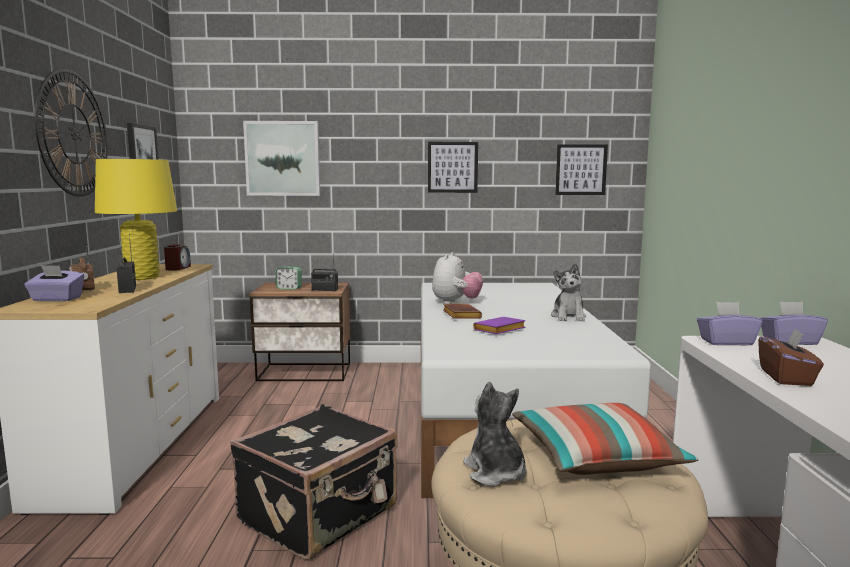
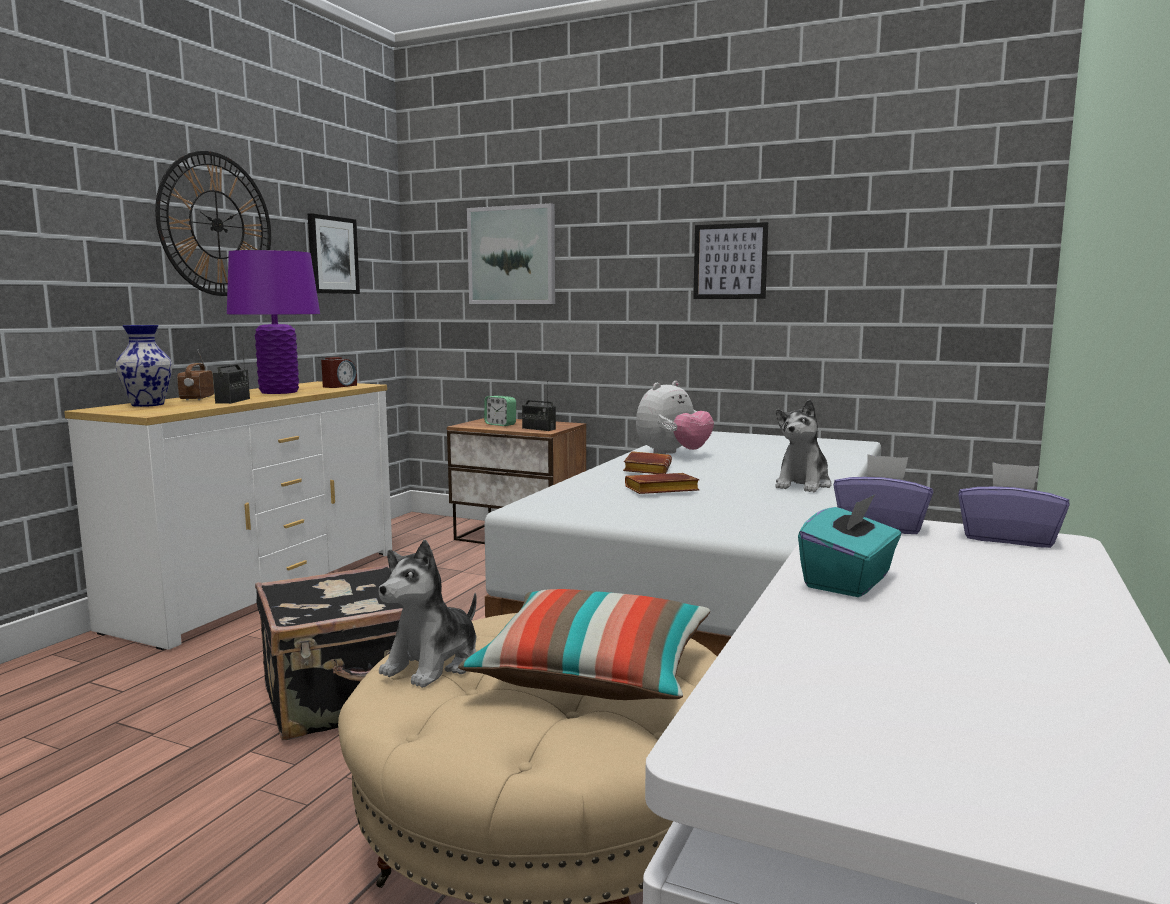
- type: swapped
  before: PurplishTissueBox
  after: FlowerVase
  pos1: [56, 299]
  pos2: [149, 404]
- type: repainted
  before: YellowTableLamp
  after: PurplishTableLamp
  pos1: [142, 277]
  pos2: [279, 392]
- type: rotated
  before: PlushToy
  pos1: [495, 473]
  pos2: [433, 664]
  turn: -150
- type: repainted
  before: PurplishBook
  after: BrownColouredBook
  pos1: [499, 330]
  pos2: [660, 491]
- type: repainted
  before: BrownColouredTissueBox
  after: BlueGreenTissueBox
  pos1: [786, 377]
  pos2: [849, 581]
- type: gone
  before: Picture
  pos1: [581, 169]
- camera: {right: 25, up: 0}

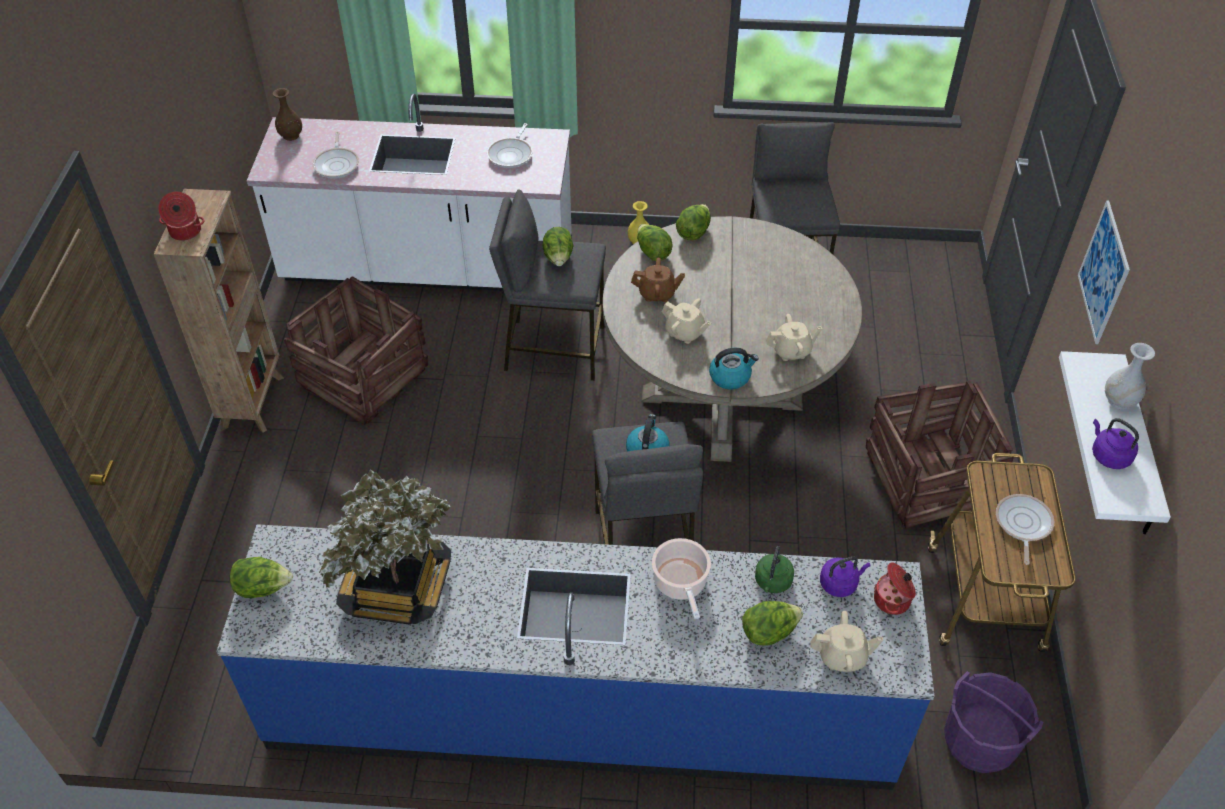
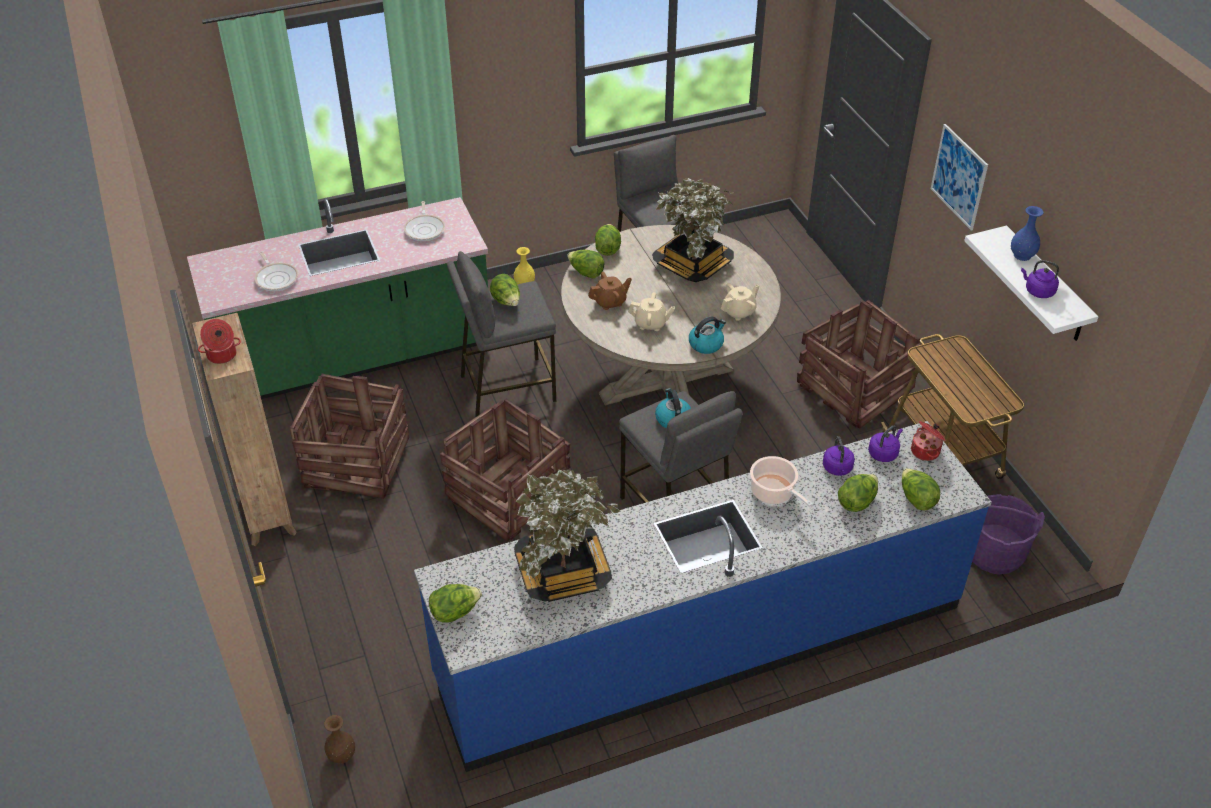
- type: repainted
  before: WhiteKitchenCounter
  after: GreenishKitchenCounter
  pos1: [428, 268]
  pos2: [356, 358]
- type: shifted
  before: BrownColouredFlowerVase
  pos1: [290, 135]
  pos2: [341, 755]
- type: new
  after: PackingCrate
  pos2: [507, 496]
- type: new
  after: PlantInAPot
  pos2: [693, 265]
- type: repainted
  before: GreenishWaterKettle
  after: PurplishWaterKettle
  pos1: [772, 582]
  pos2: [837, 469]
- type: swapped
  before: SandColouredTeapot
  after: LettuceHead
  pos1: [842, 656]
  pos2: [916, 499]
- type: repainted
  before: WhiteFlowerVase
  after: BluishFlowerVase
  pos1: [1119, 401]
  pos2: [1022, 255]
- type: gone
  before: Skillet
  pos1: [1022, 524]
- camera: {right: -25, up: -5}

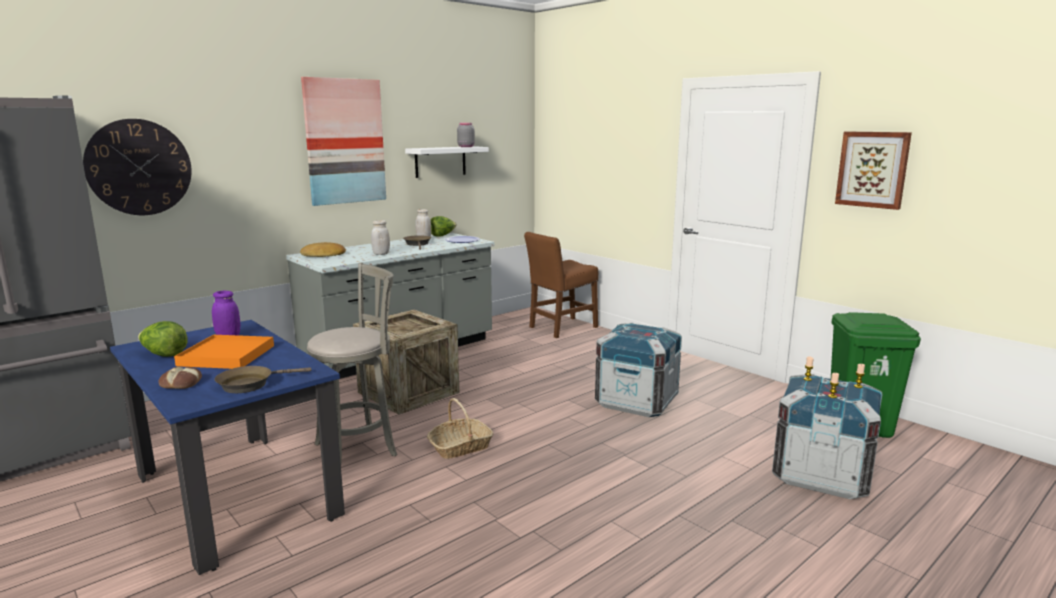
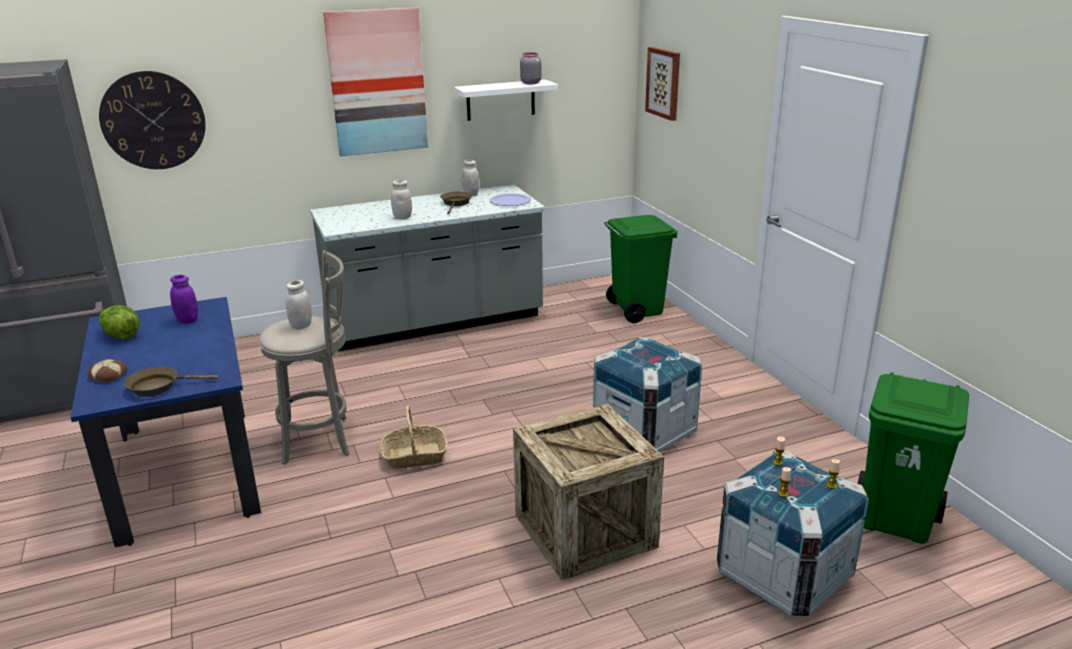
- type: new
  after: WhitePreserveJar
  pos2: [301, 326]
- type: shifted
  before: PackingCrate
  pos1: [408, 392]
  pos2: [585, 531]
- type: swapped
  before: BrownColouredUprightChair
  after: GreenishTrashCan
  pos1: [561, 328]
  pos2: [636, 310]
- type: shifted
  before: Picture
  pos1: [872, 169]
  pos2: [664, 83]
- type: gone
  before: OrangeyCarryingTray
  pos1: [227, 355]
- type: gone
  before: BakedBread
  pos1: [324, 255]
- type: gone
  before: LettuceHead
  pos1: [442, 235]
- camera: {right: 20, up: 10}

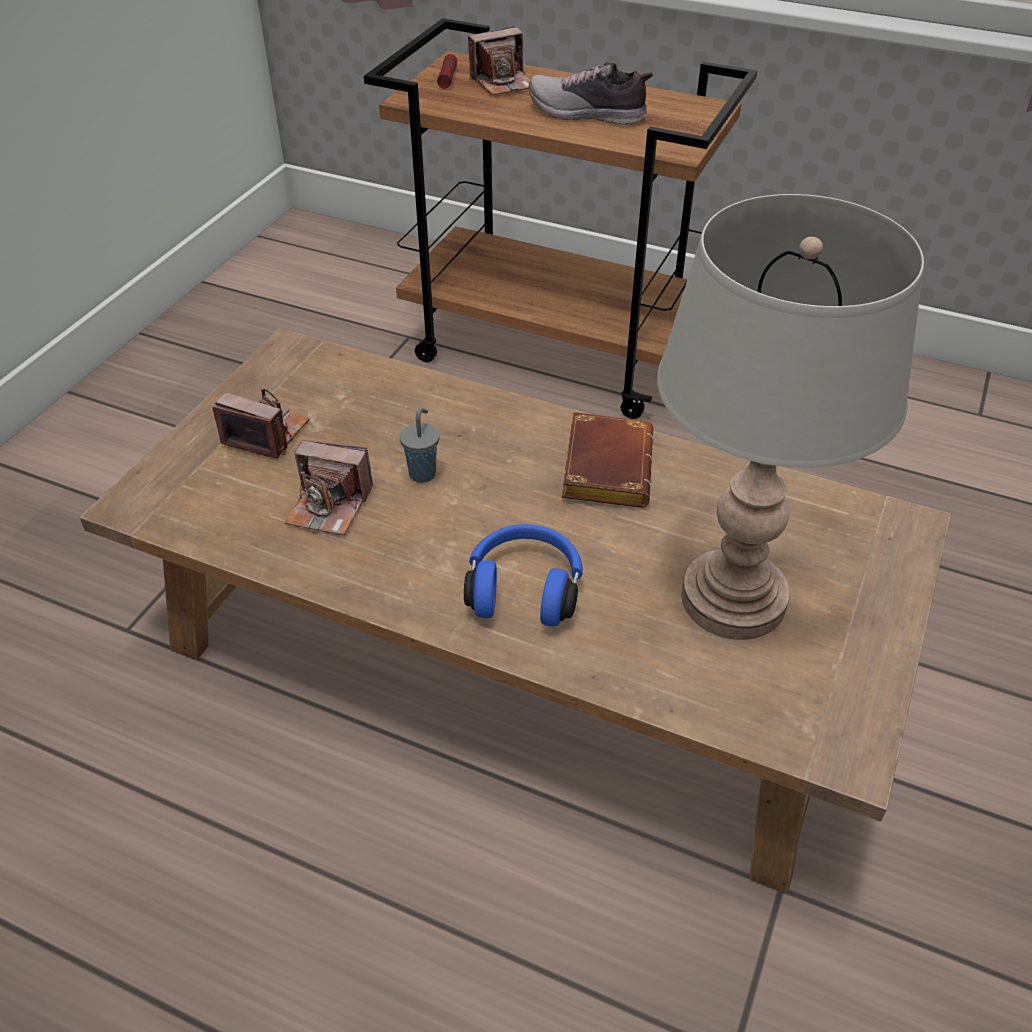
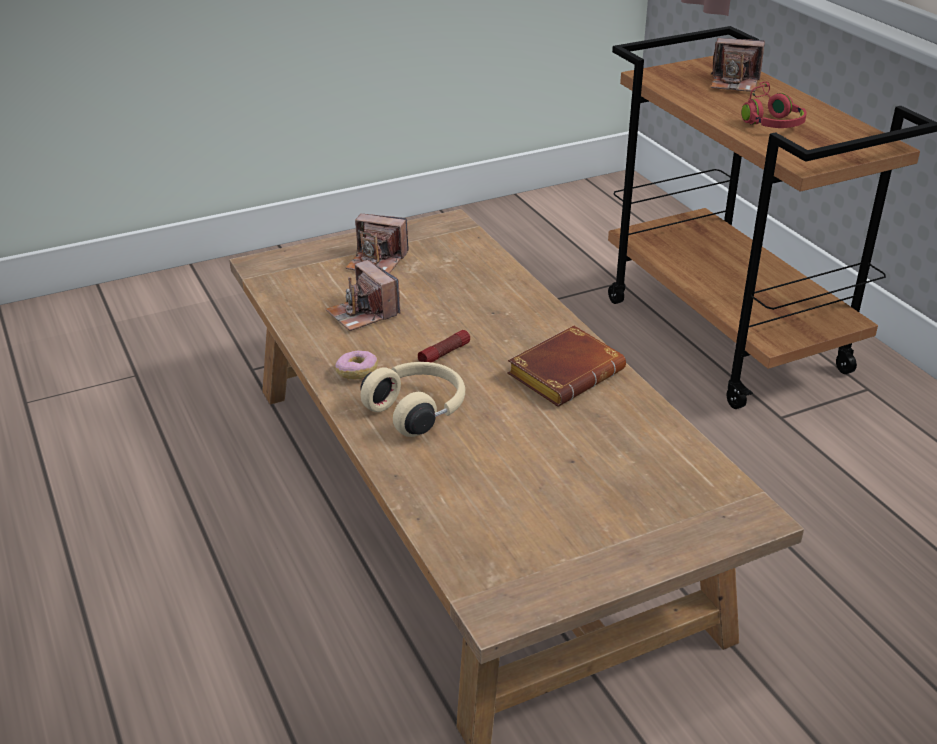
- type: new
  after: RingDoughnut
  pos2: [357, 373]
- type: rotated
  before: PhotoCamera
  pos1: [266, 434]
  pos2: [377, 261]
  turn: 135
- type: repainted
  before: BluishHeadset
  after: SandColouredHeadset
  pos1: [524, 588]
  pos2: [418, 410]
- type: shifted
  before: HandTorch
  pos1: [447, 78]
  pos2: [444, 353]
- type: swapped
  before: LowShoe
  after: ReddishHeadset
  pos1: [587, 114]
  pos2: [769, 120]
- type: gone
  before: GreySmallCup
  pos1: [423, 473]
- type: gone
  before: GreyTableLamp
  pos1: [733, 600]
- camera: {right: 40, up: -10}

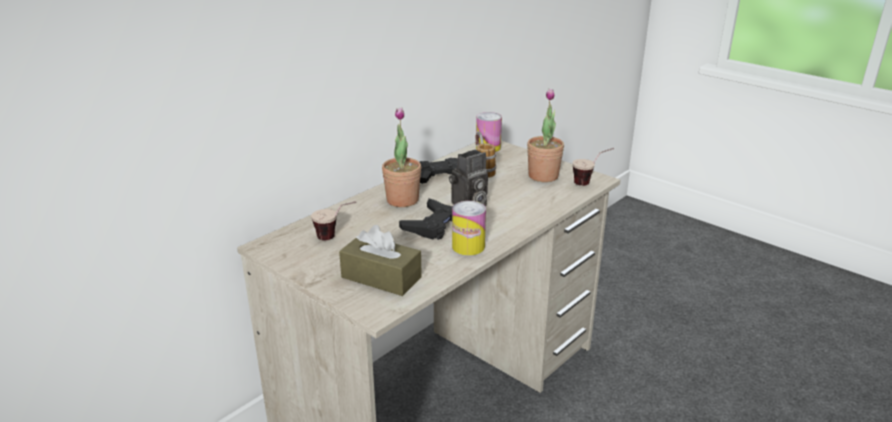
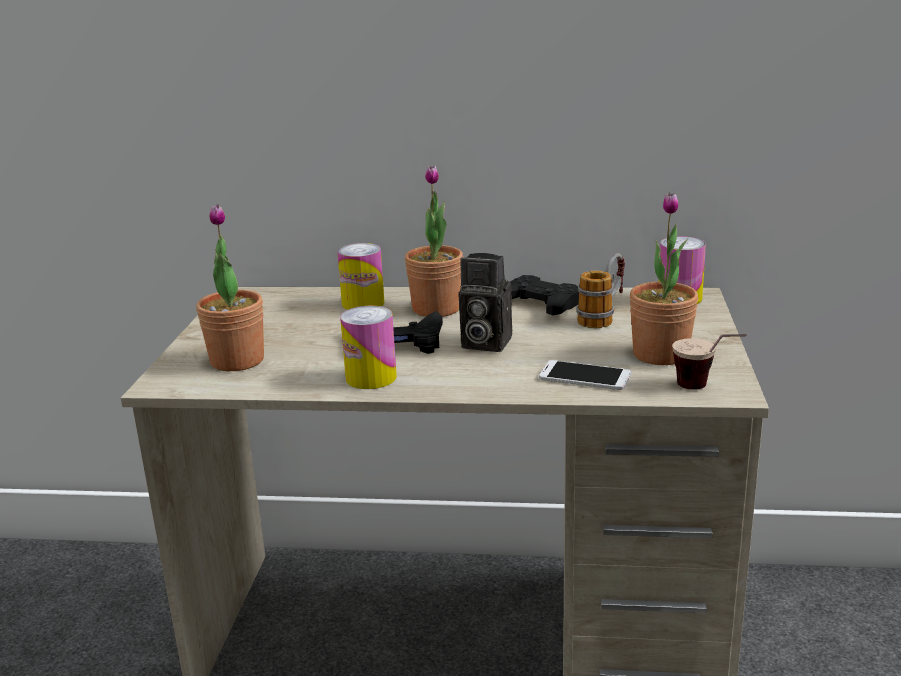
- type: swapped
  before: BrownColouredTissueBox
  after: PlantInAPot
  pos1: [381, 277]
  pos2: [237, 361]
- type: new
  after: SealedCan
  pos2: [363, 303]
- type: new
  after: Handset
  pos2: [585, 376]
- type: gone
  before: SmallCup
  pos1: [336, 237]
- camera: {right: 55, up: -5}

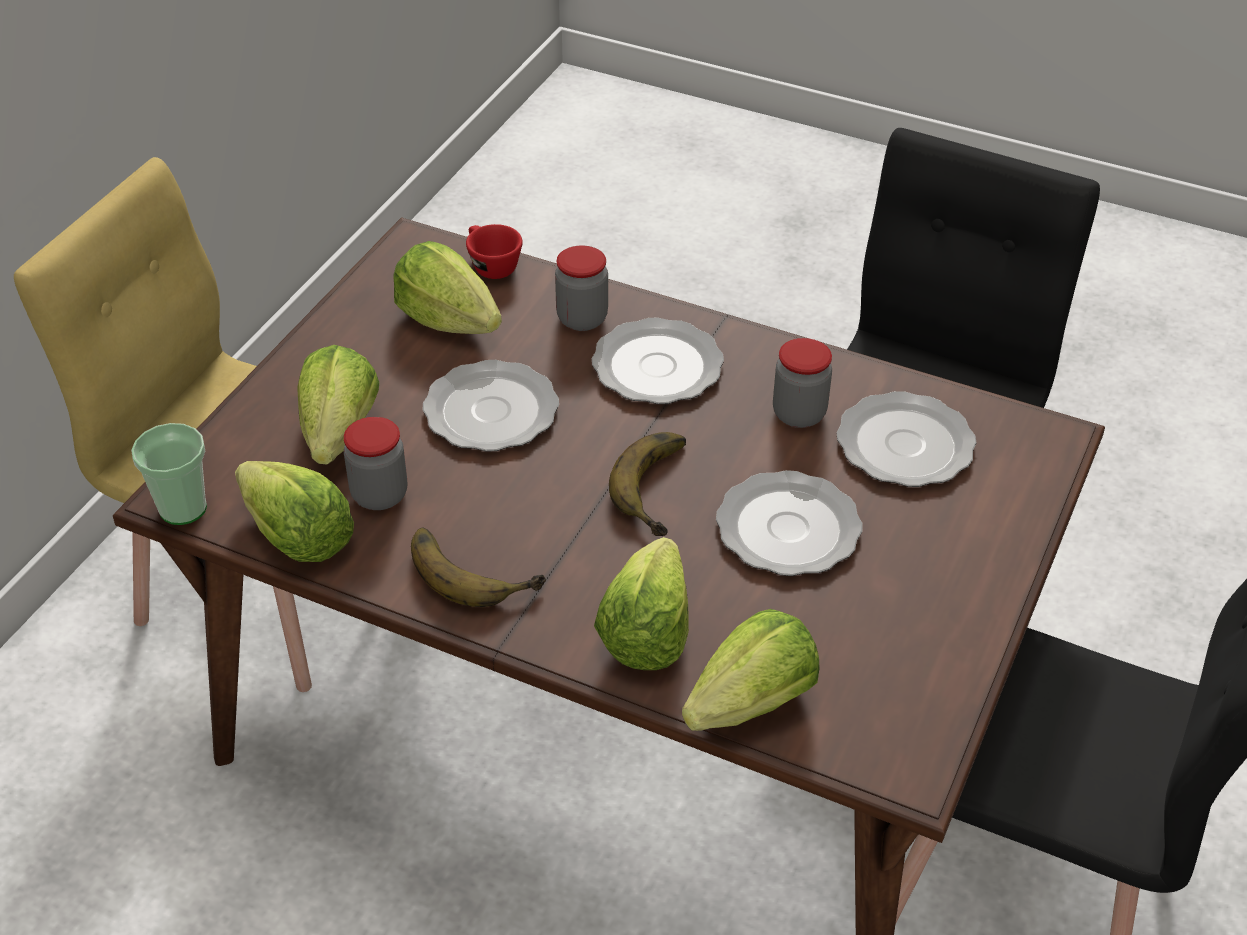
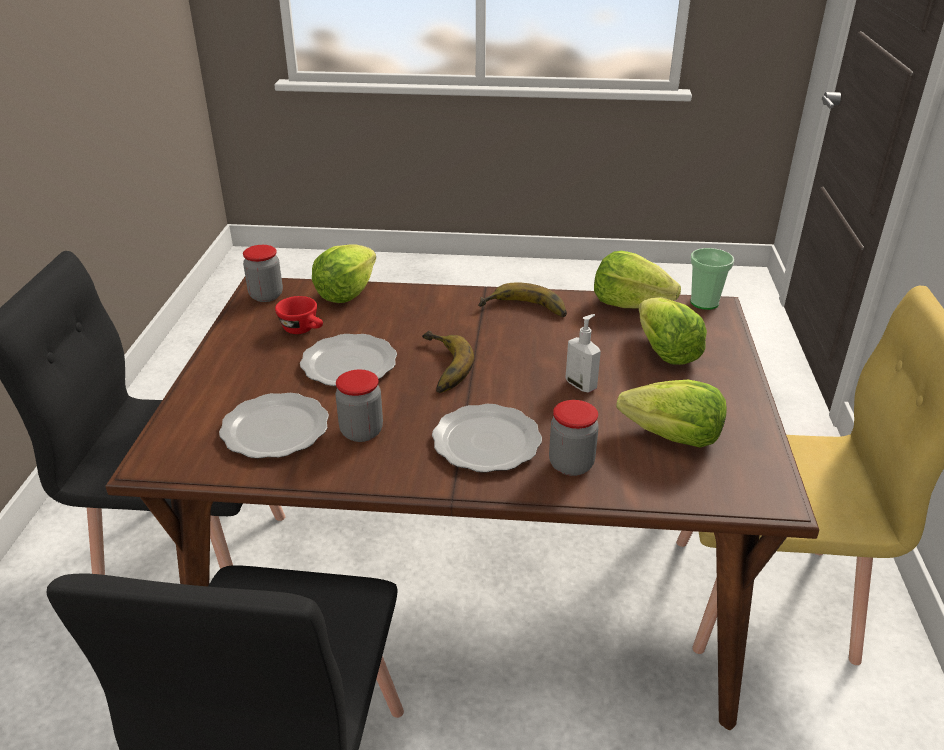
- type: shifted
  before: PreserveJar
  pos1: [379, 495]
  pos2: [266, 296]
- type: shifted
  before: ReddishSmallCup
  pos1: [490, 265]
  pos2: [303, 330]
- type: swapped
  before: DinnerPlate
  after: SoapDispenser
  pos1: [493, 411]
  pos2: [581, 385]
- type: gone
  before: LettuceHead
  pos1: [646, 632]
- camera: {right: 160, up: -10}

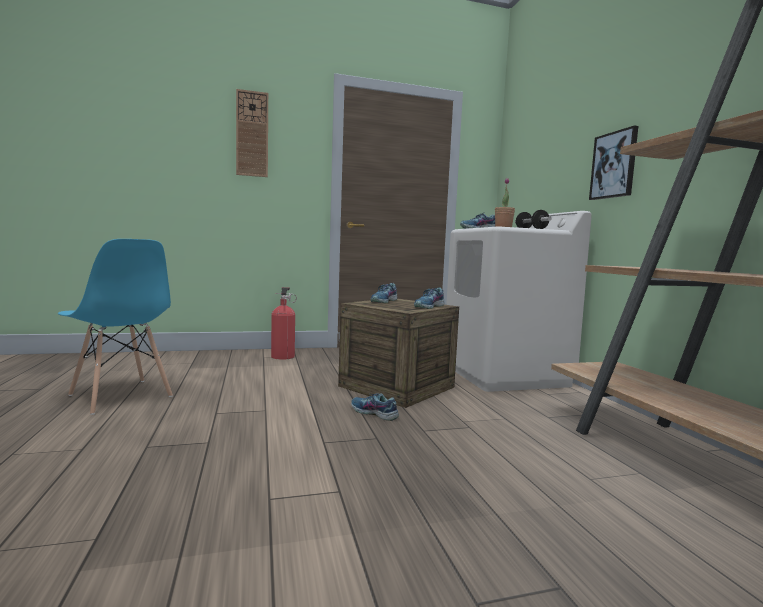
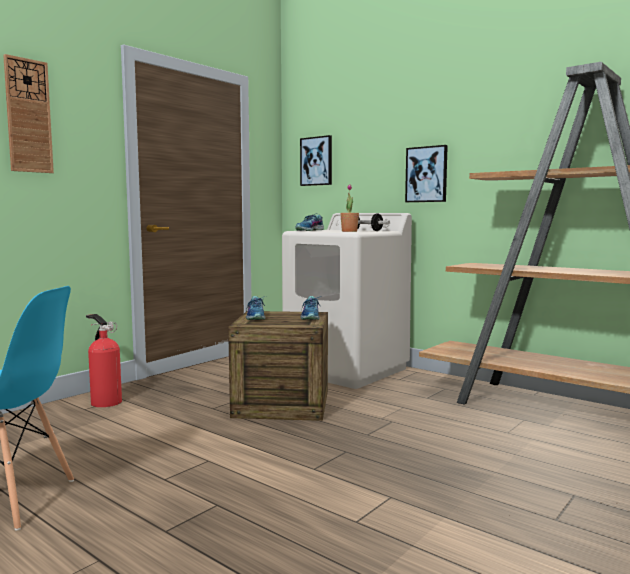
- type: new
  after: Picture
  pos2: [316, 161]
- type: gone
  before: LowShoe
  pos1: [373, 413]
- camera: {right: -35, up: 0}

